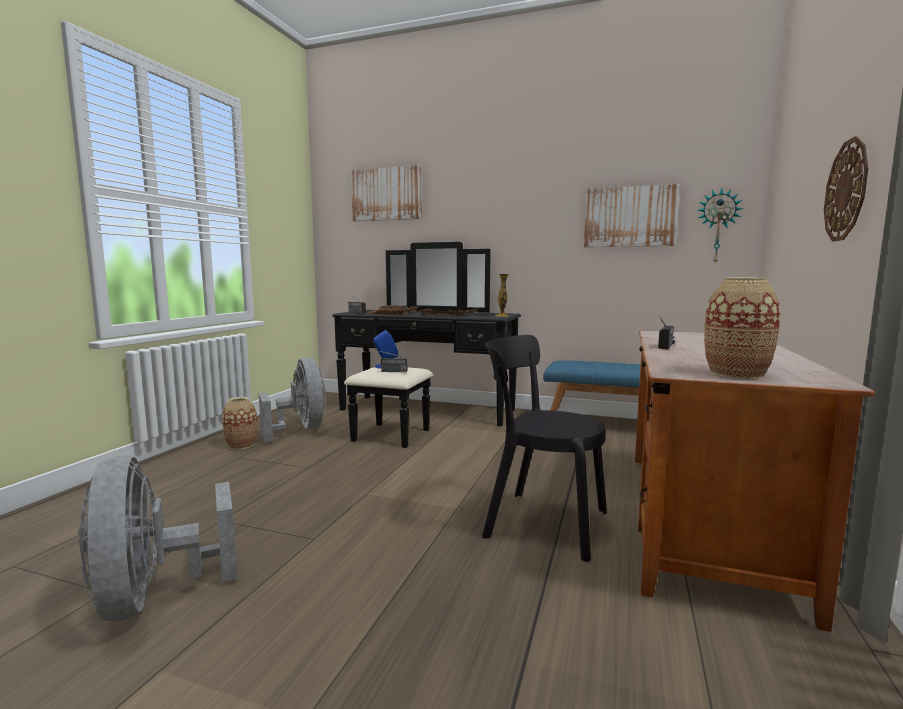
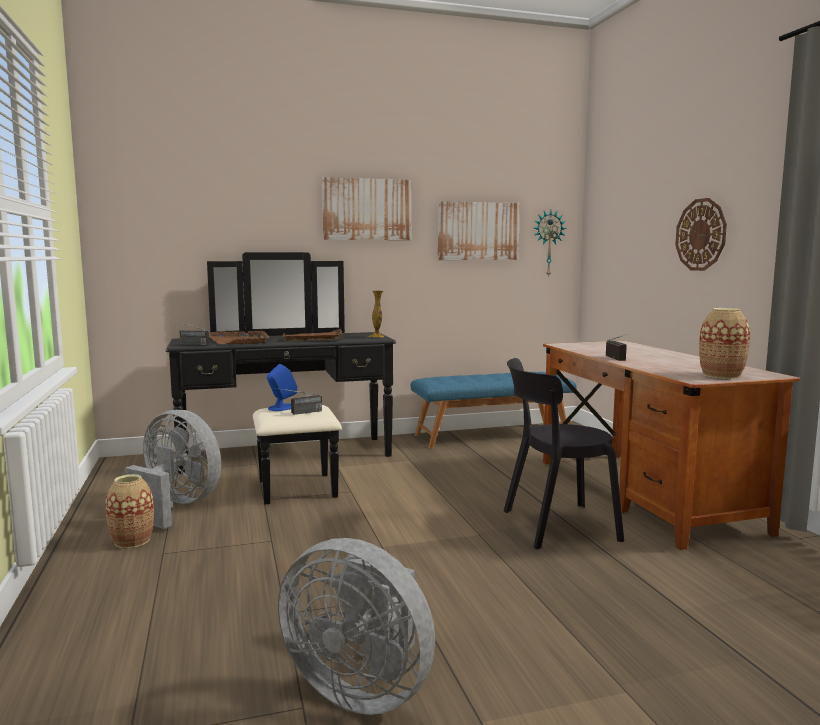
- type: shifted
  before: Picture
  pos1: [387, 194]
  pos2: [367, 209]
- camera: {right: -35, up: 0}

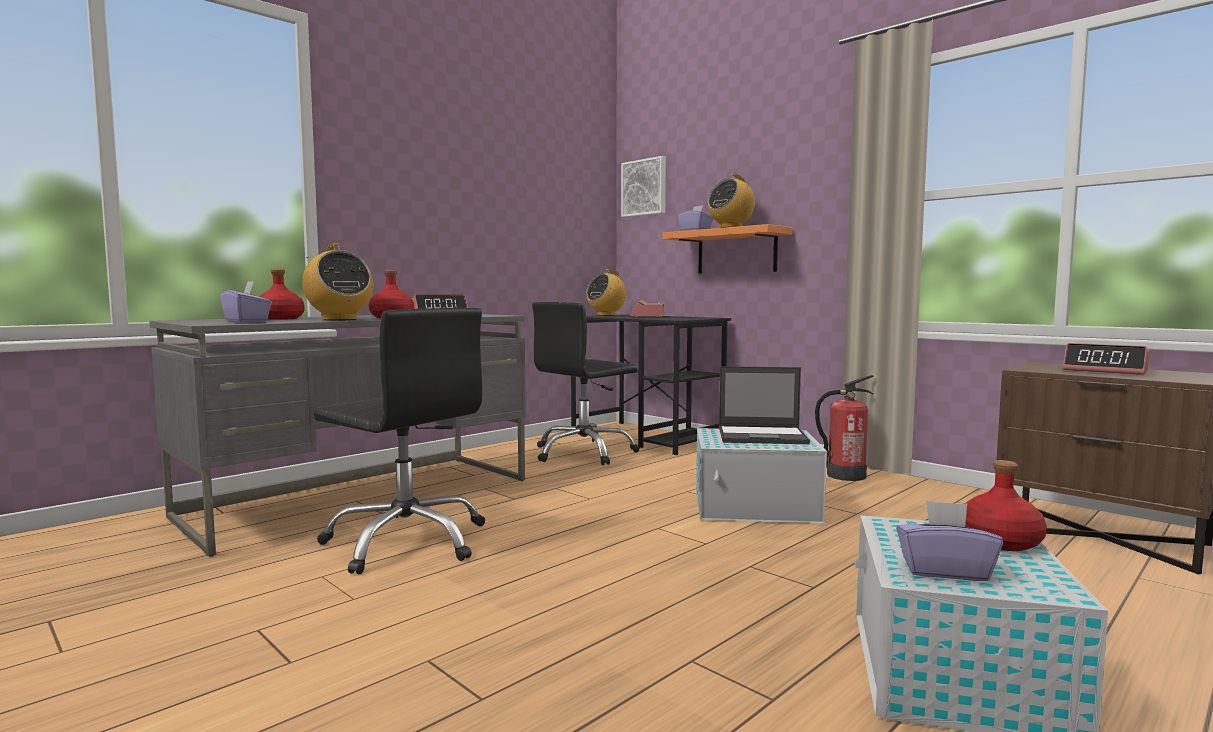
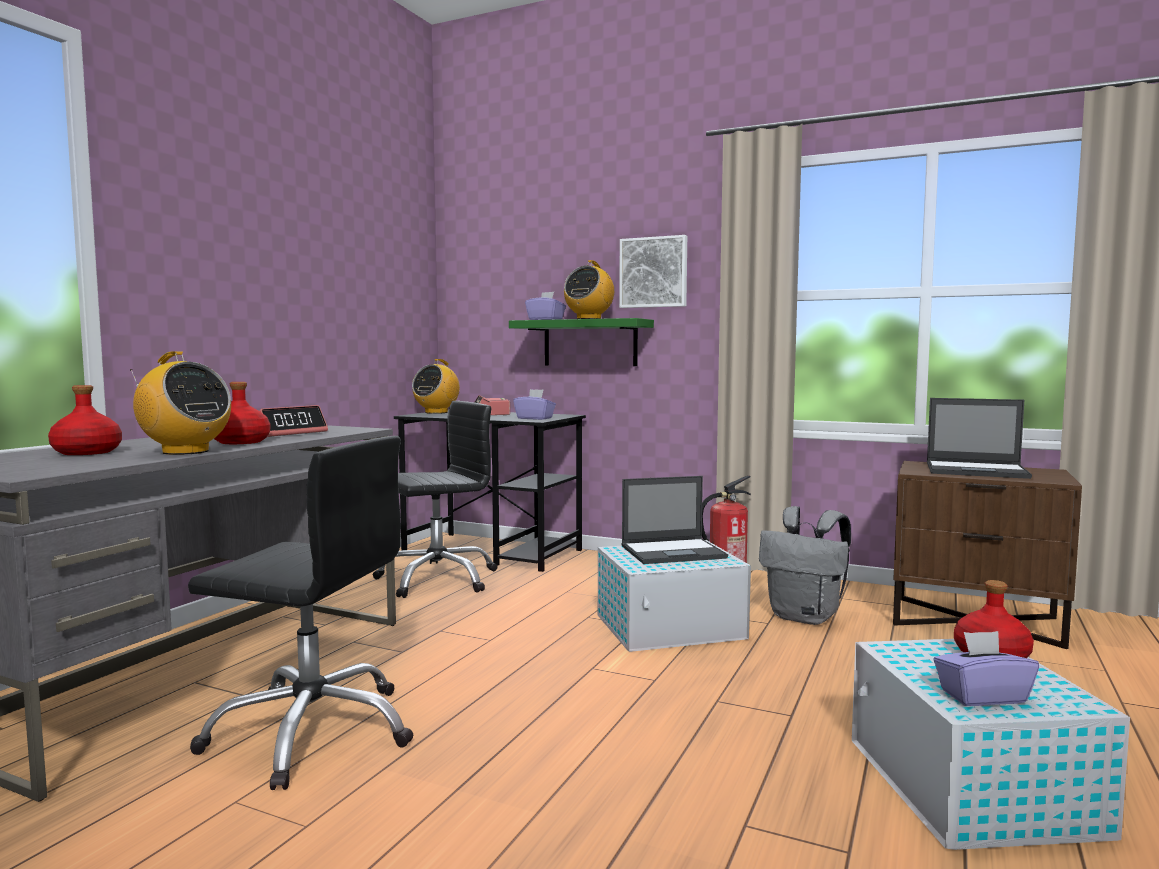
- type: rotated
  before: BlackishComputerChair
  pos1: [584, 453]
  pos2: [437, 579]
  turn: -150
- type: repainted
  before: OrangeyBracketShelf
  after: GreenishBracketShelf
  pos1: [736, 251]
  pos2: [590, 343]
- type: shifted
  before: PurplishTissueBox
  pos1: [247, 321]
  pos2: [535, 418]
- type: shifted
  before: Picture
  pos1: [645, 188]
  pos2: [654, 272]
- type: new
  after: GreyBackpack
  pos2: [805, 617]
- type: swapped
  before: AlarmClock
  after: PortableComputer
  pos1: [1105, 371]
  pos2: [977, 471]
- camera: {right: -20, up: 0}

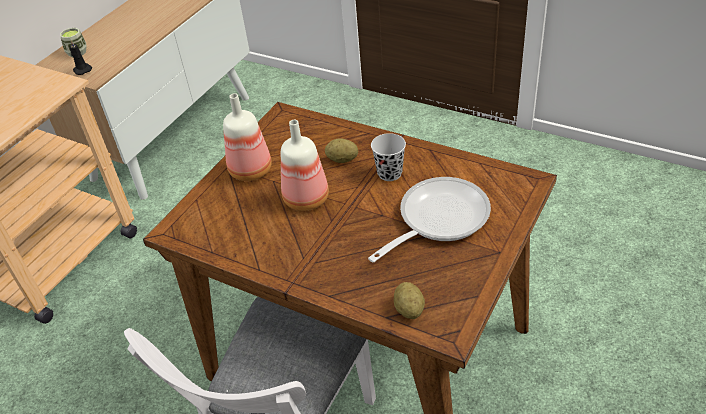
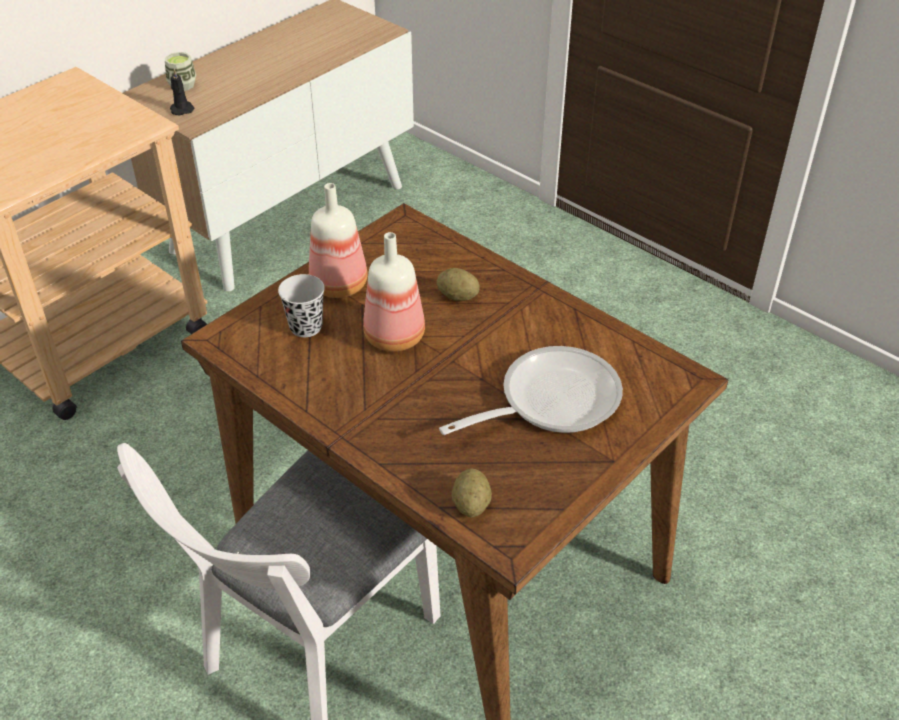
- type: shifted
  before: BlackishSmallCup
  pos1: [389, 173]
  pos2: [306, 327]
- camera: {right: 10, up: 0}

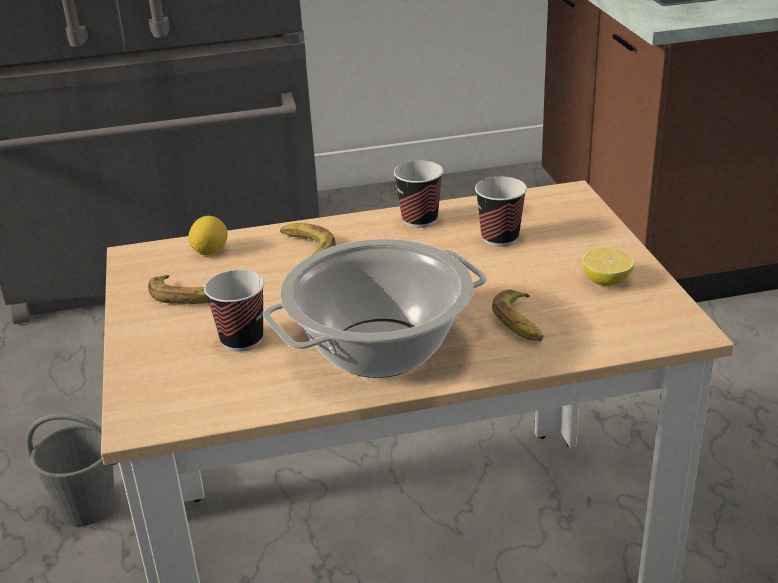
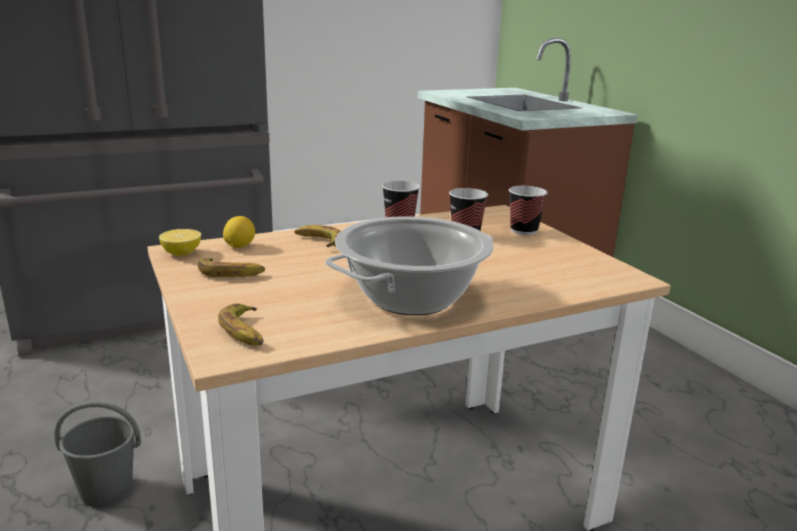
- type: shifted
  before: CitrusFruit
  pos1: [606, 281]
  pos2: [181, 253]
- type: shifted
  before: WholeBanana
  pos1: [520, 323]
  pos2: [245, 332]
- type: shifted
  before: SmallCup
  pos1: [242, 340]
  pos2: [523, 231]
- camera: {right: -15, up: -10}

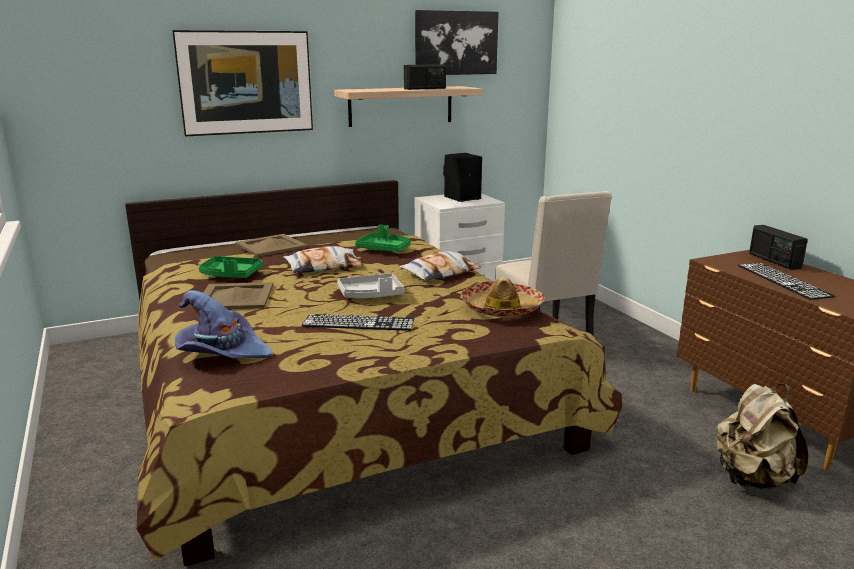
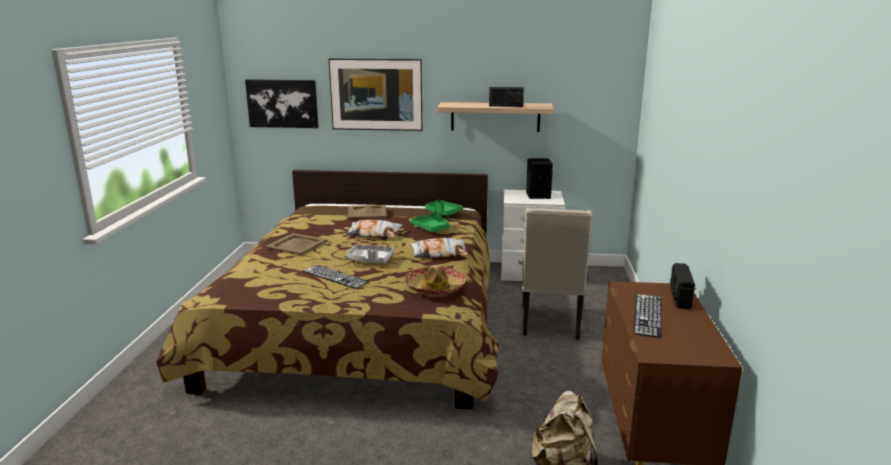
- type: shifted
  before: Picture
  pos1: [456, 43]
  pos2: [282, 103]
- type: shifted
  before: GreenishCarryingTray
  pos1: [231, 275]
  pos2: [442, 213]
- type: gone
  before: PurplishClothingHat
  pos1: [222, 352]
- camera: {right: 30, up: 0}

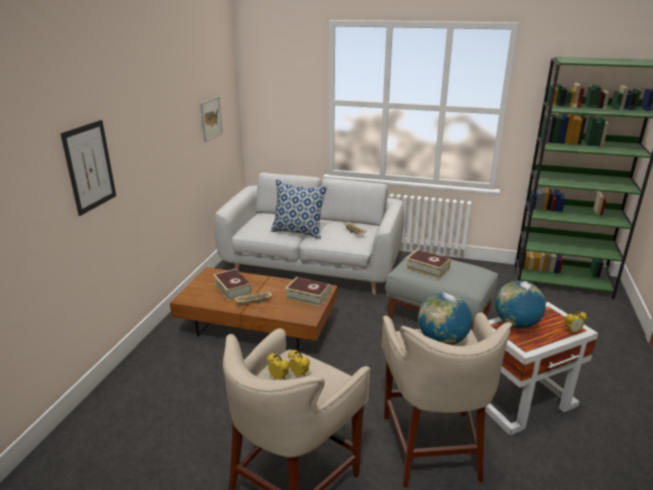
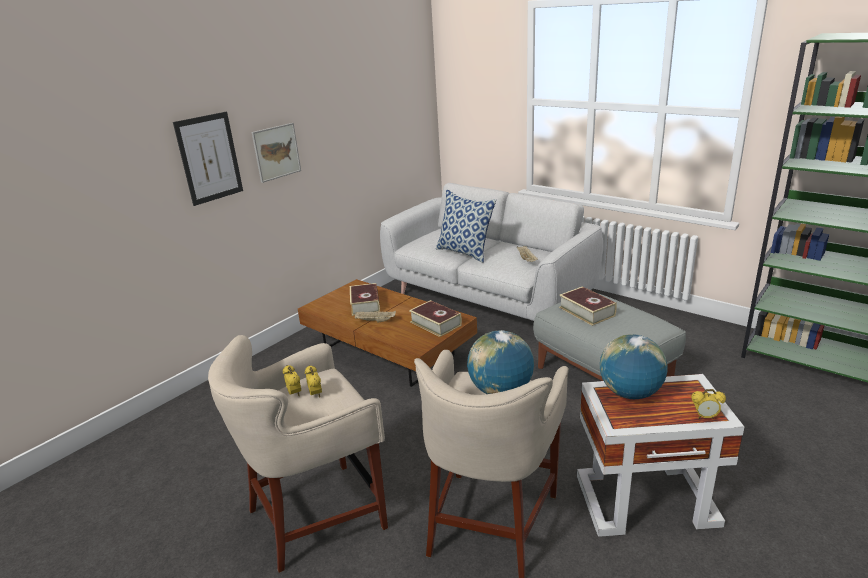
- type: shifted
  before: Picture
  pos1: [211, 119]
  pos2: [276, 152]
- camera: {right: 25, up: 0}

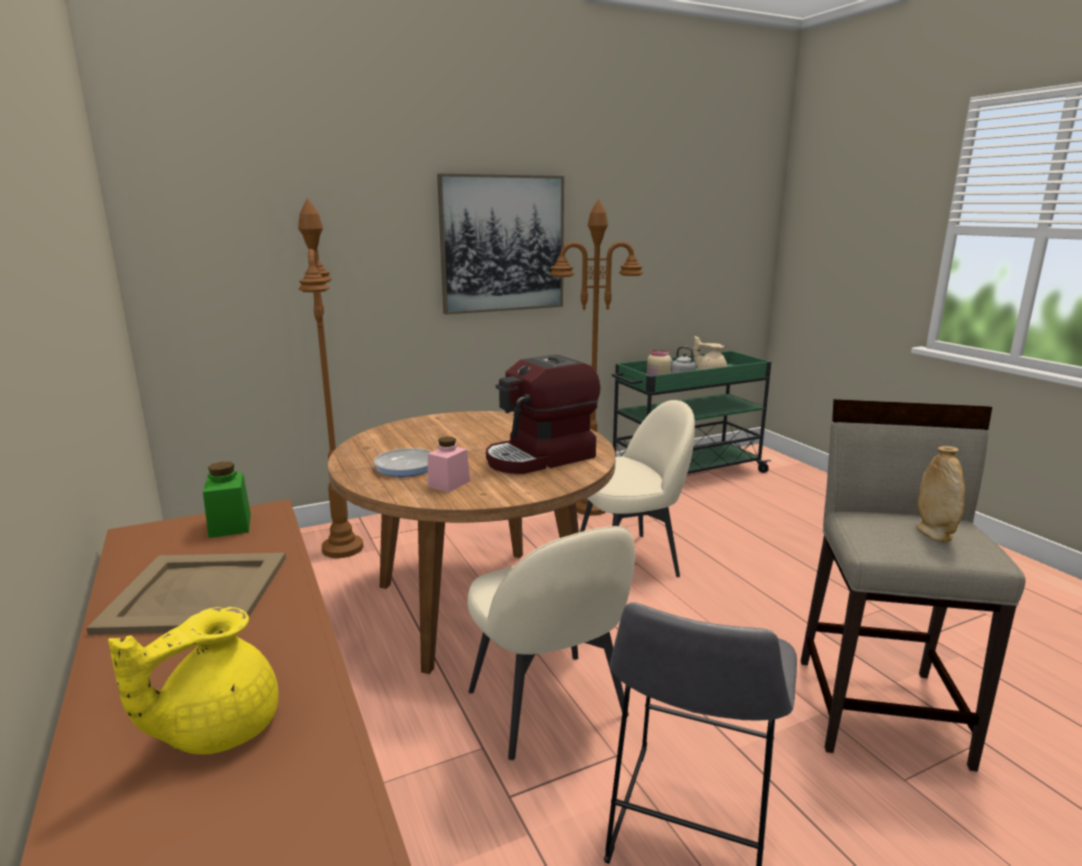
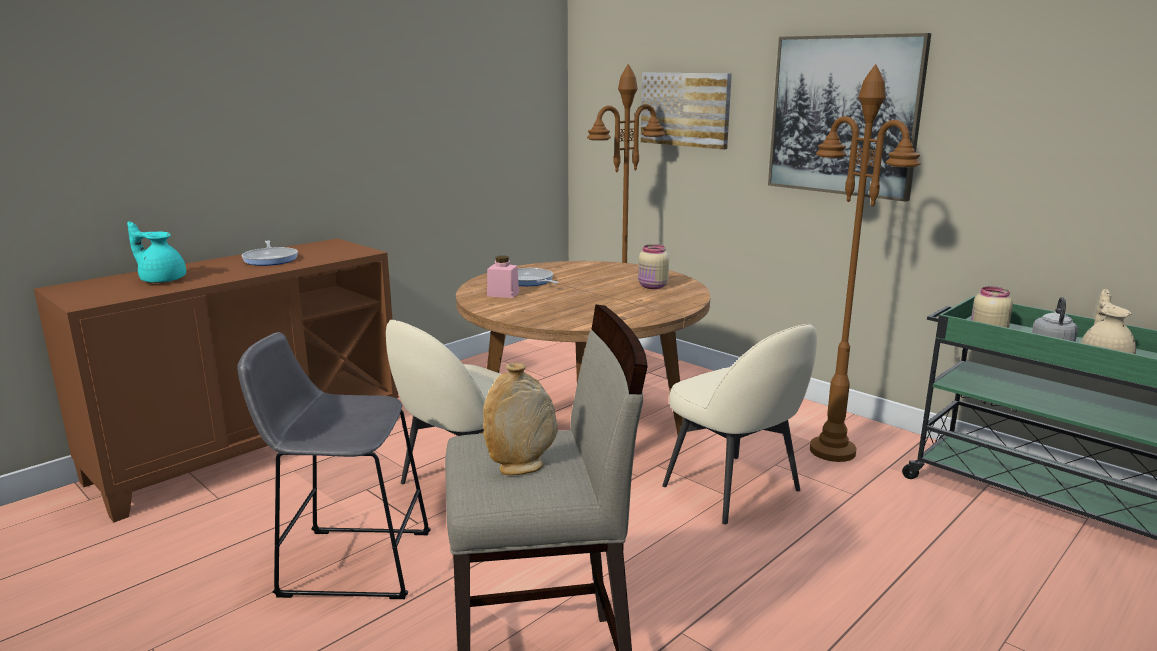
- type: repainted
  before: YellowTeapot
  after: BlueGreenTeapot
  pos1: [216, 729]
  pos2: [162, 280]
- type: swapped
  before: SandColouredCarryingTray
  after: Skillet
  pos1: [195, 592]
  pos2: [271, 259]
- type: new
  after: SandColouredPreserveJar
  pos2: [653, 287]
- type: new
  after: Picture
  pos2: [685, 109]
- type: gone
  before: GreenishPreserveJar
  pos1: [230, 525]
- type: gone
  before: CoffeeMaker
  pos1: [540, 458]
- camera: {right: 70, up: 0}

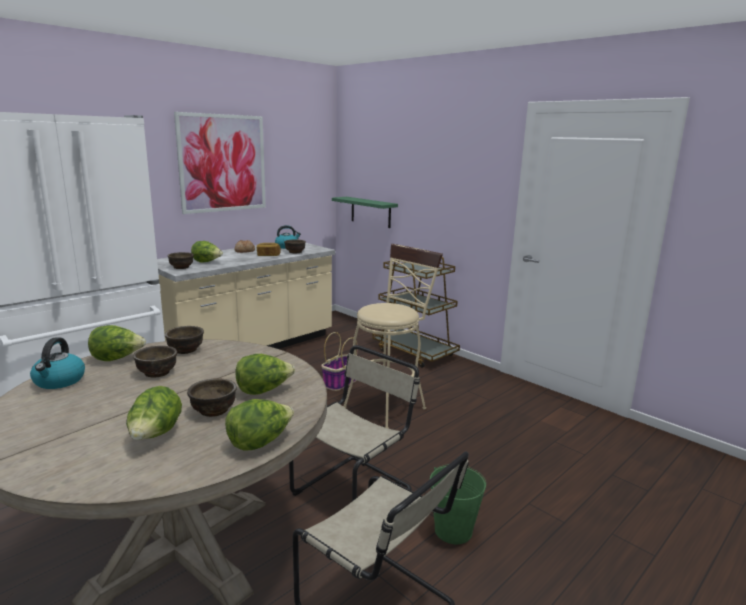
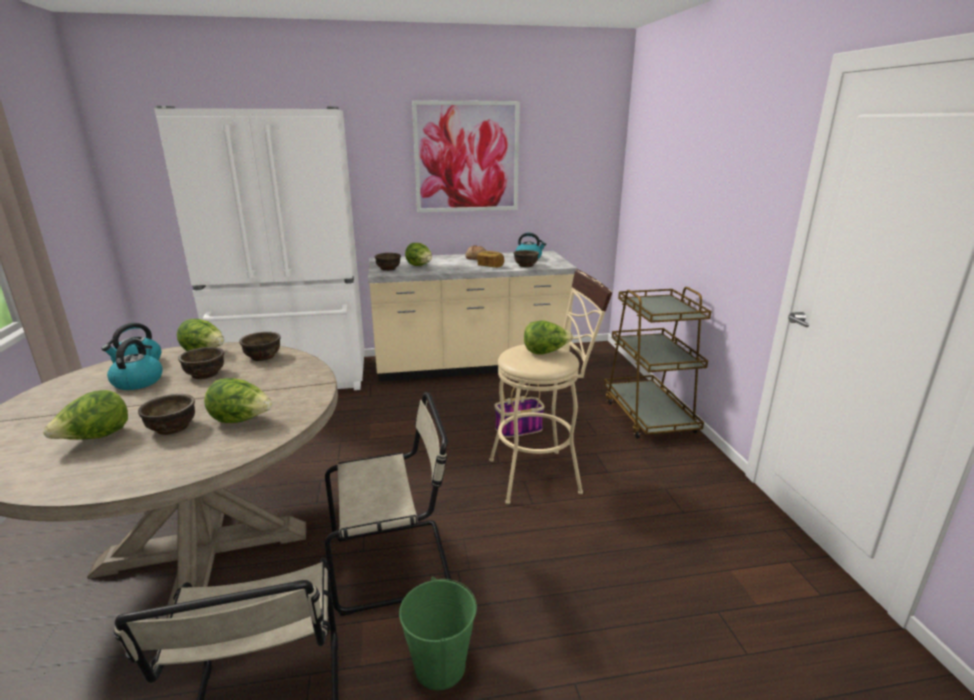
- type: new
  after: WaterKettle
  pos2: [138, 381]
- type: shifted
  before: LettuceHead
  pos1: [260, 442]
  pos2: [545, 352]
- type: gone
  before: GreenishBracketShelf
  pos1: [370, 212]
- camera: {right: 35, up: 5}

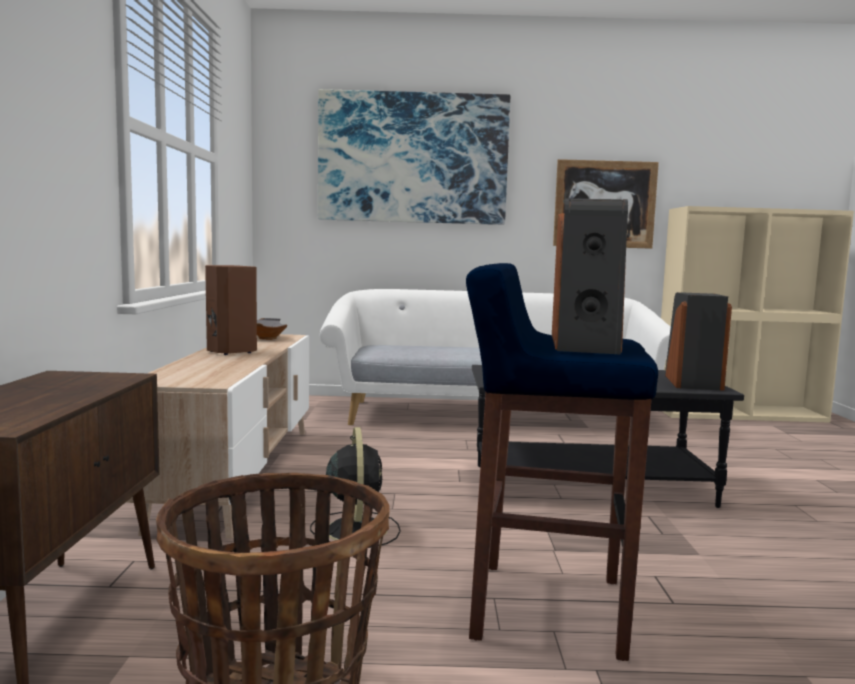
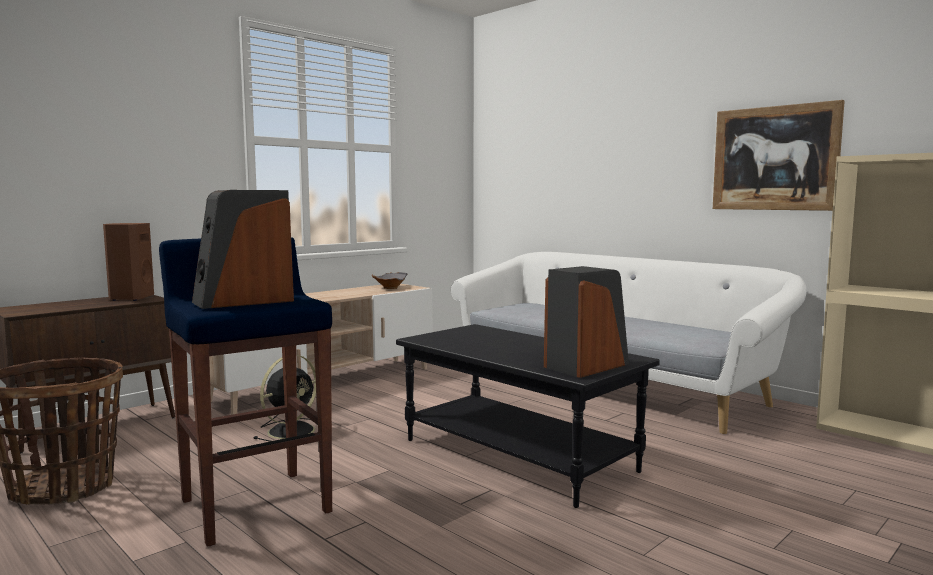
- type: shifted
  before: BrownColouredLoudspeaker
  pos1: [229, 352]
  pos2: [130, 298]
- type: gone
  before: Picture
  pos1: [413, 158]
- camera: {right: 45, up: 0}

